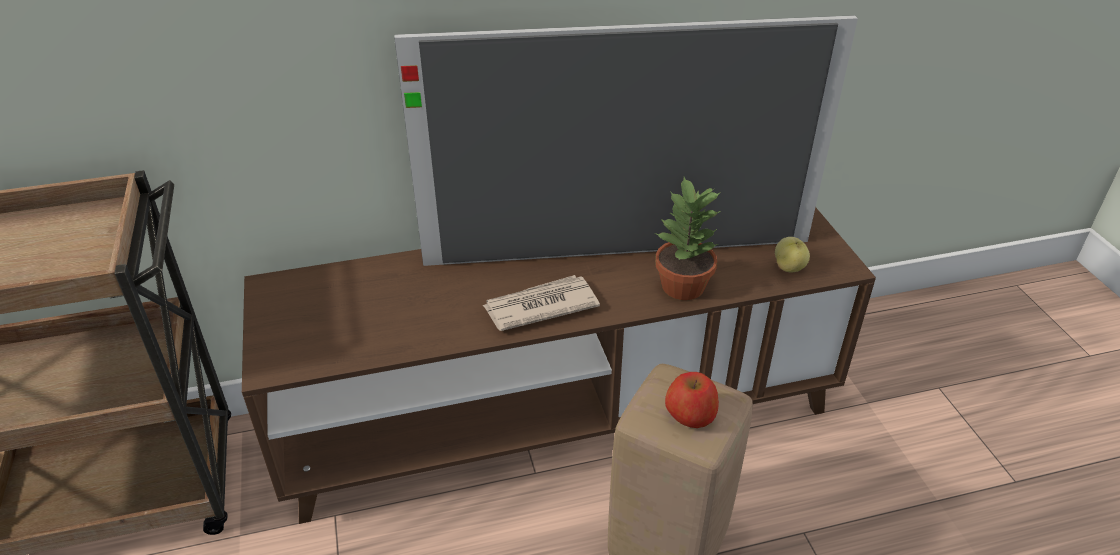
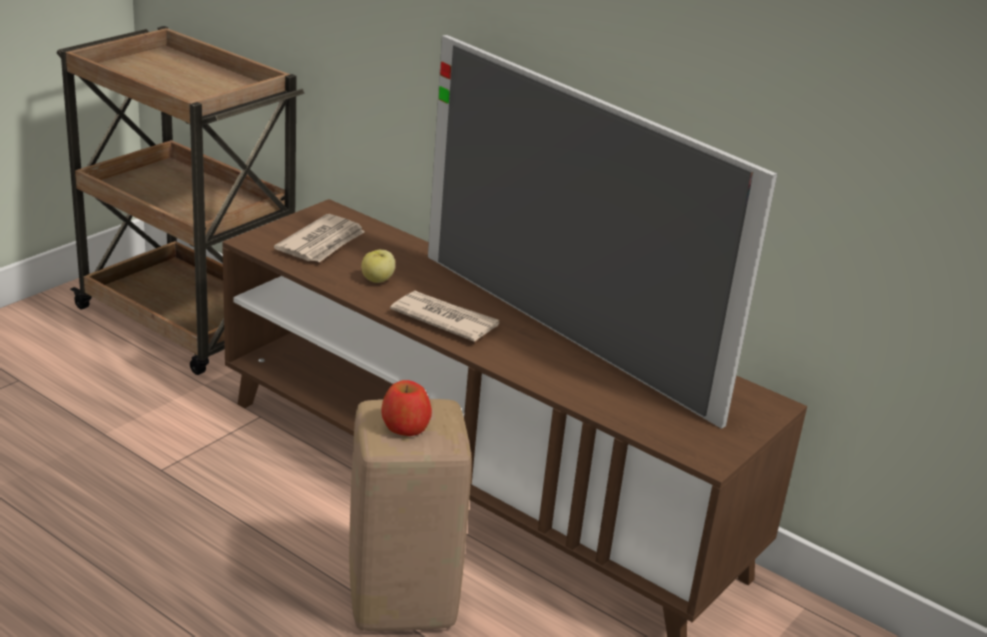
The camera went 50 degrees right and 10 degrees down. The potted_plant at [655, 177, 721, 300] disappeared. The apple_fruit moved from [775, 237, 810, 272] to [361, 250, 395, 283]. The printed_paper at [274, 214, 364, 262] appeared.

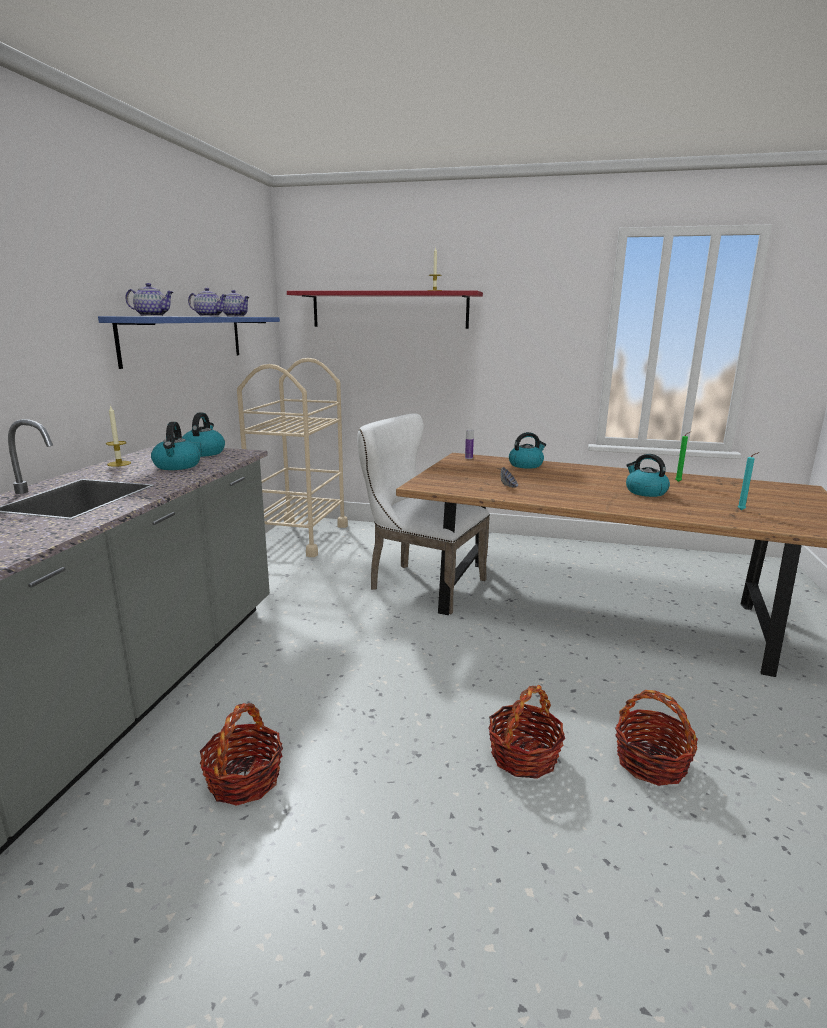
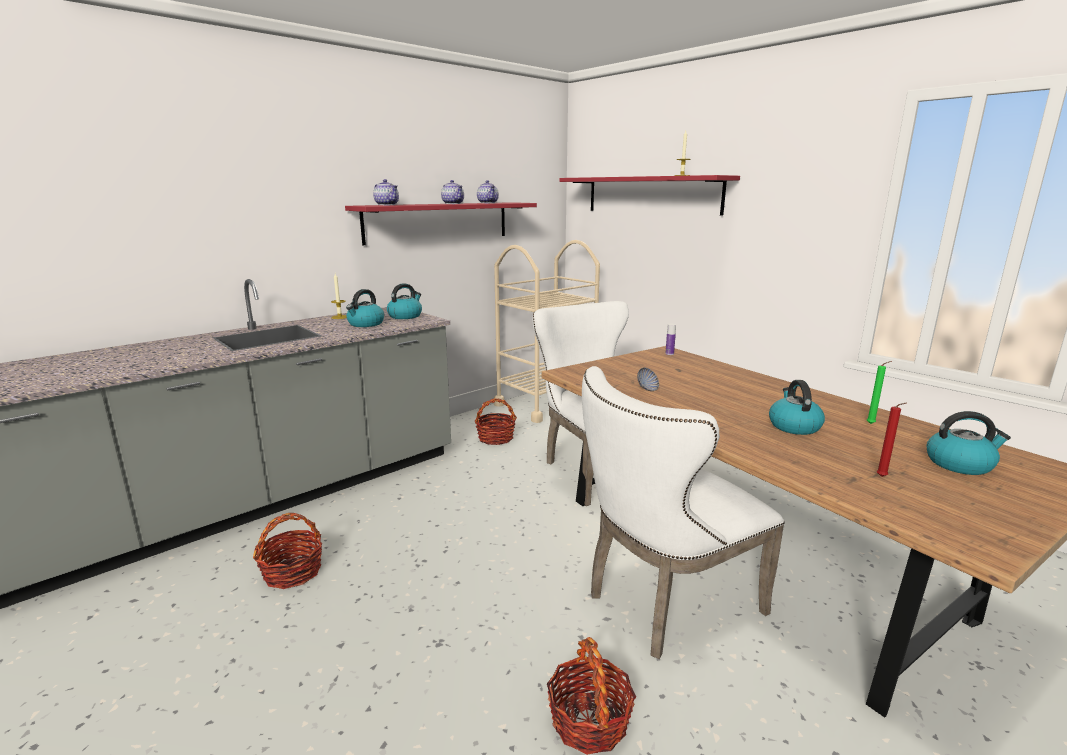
The camera went 35 degrees right and 0 degrees up. The blue-coloured_shelf at [98, 316, 280, 369] became the red_shelf at [345, 202, 537, 245]. The basket moved from [488, 685, 565, 779] to [475, 398, 517, 445]. The water_kettle moved from [509, 432, 546, 469] to [927, 411, 1011, 475]. The turquoise-coloured_candle at [738, 452, 760, 510] became the red_candle at [876, 403, 906, 477]. The whitish_plain_chair at [582, 366, 785, 659] appeared.

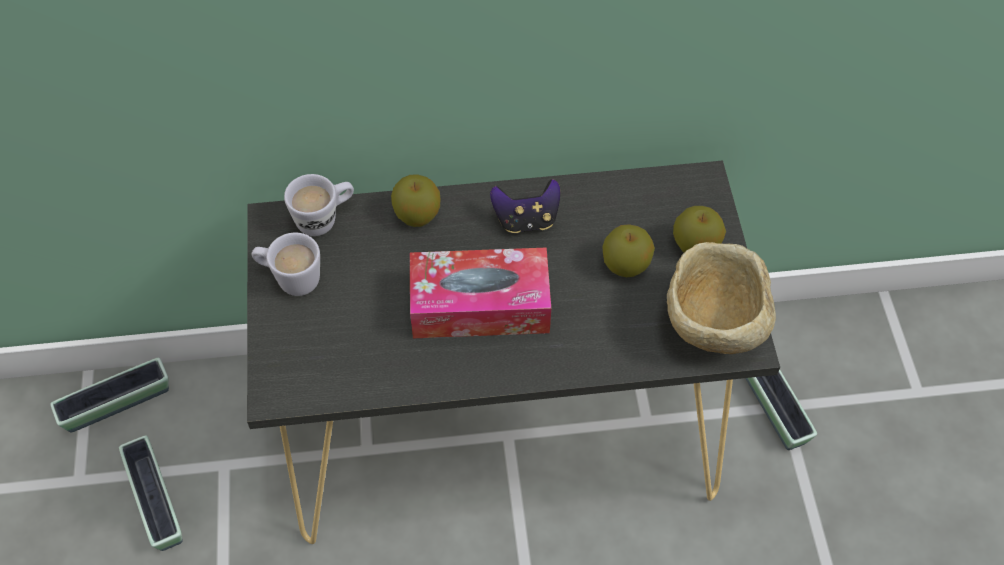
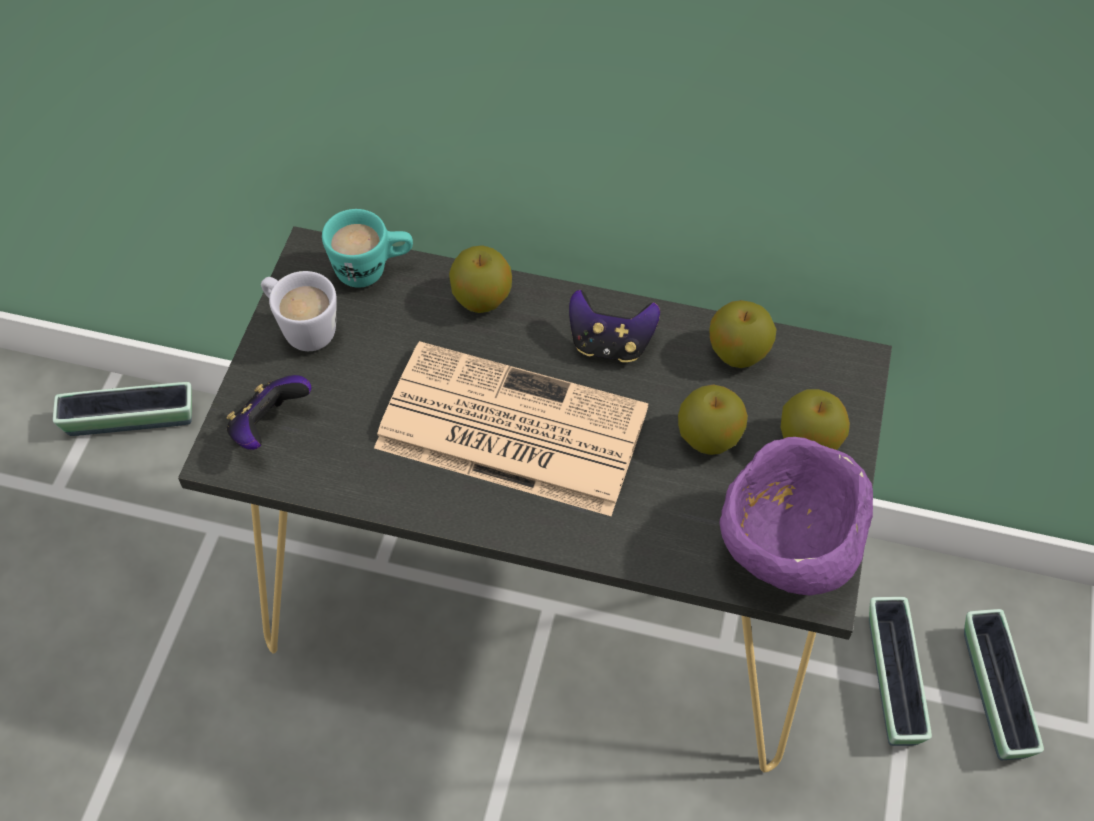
The camera went 20 degrees right and 0 degrees up. The flower_pot moved from [119, 435, 182, 551] to [964, 609, 1044, 760]. The whitish_mug at [284, 174, 354, 236] became the turquoise-coloured_mug at [322, 209, 413, 288]. The tissue_holder at [410, 247, 551, 338] was replaced by the printed_paper at [374, 341, 648, 516]. The beige_deep_dish at [667, 242, 776, 354] became the purple_deep_dish at [719, 437, 873, 596]. The joypad at [226, 375, 311, 450] appeared. The apple_fruit at [709, 300, 777, 368] appeared.

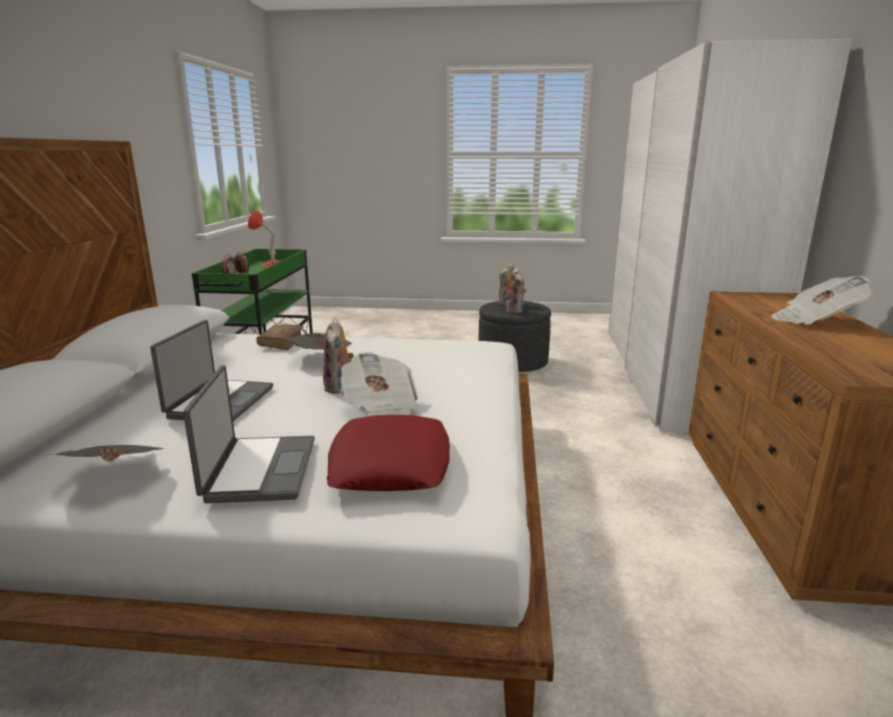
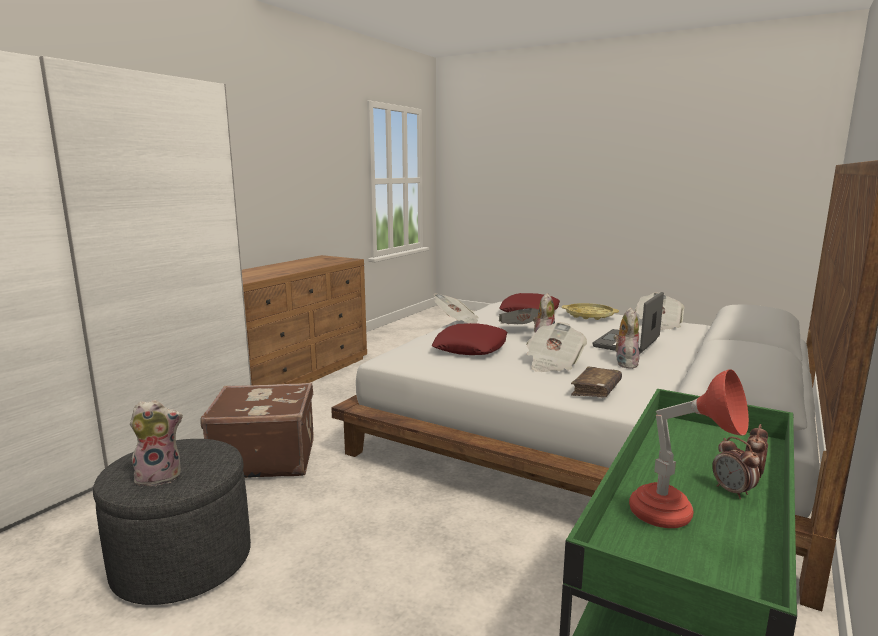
The camera went 155 degrees left and 5 degrees down. The notebook_computer at [183, 365, 315, 503] was replaced by the yellow_serving_tray at [562, 303, 619, 320]. The cuddly_toy moved from [506, 268, 526, 314] to [614, 307, 639, 369]. The printed_paper moved from [771, 276, 873, 325] to [434, 294, 478, 323]. The brown-coloured_suitcase at [200, 382, 313, 478] appeared. The red_cushion at [432, 323, 507, 355] appeared.

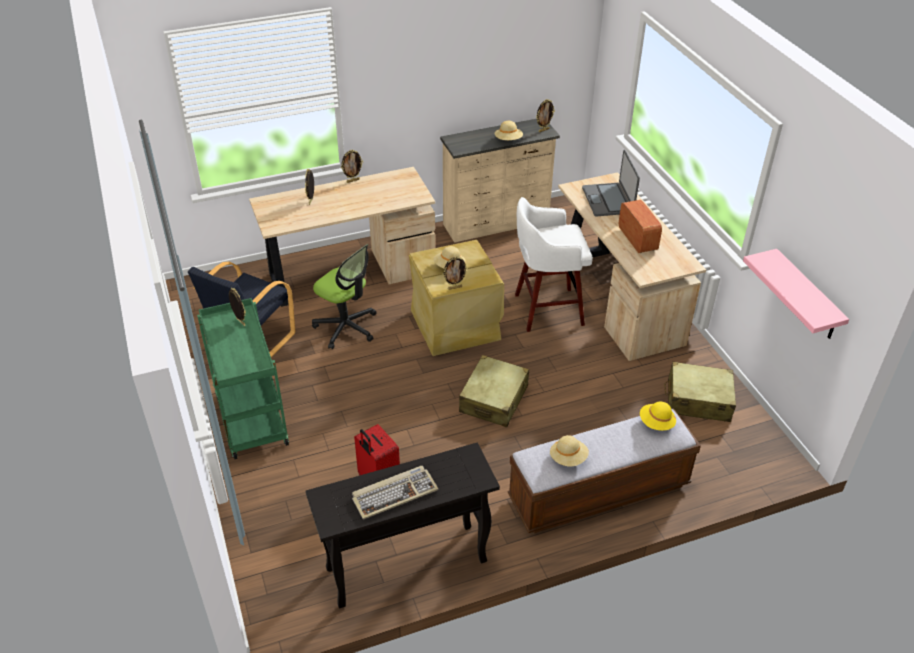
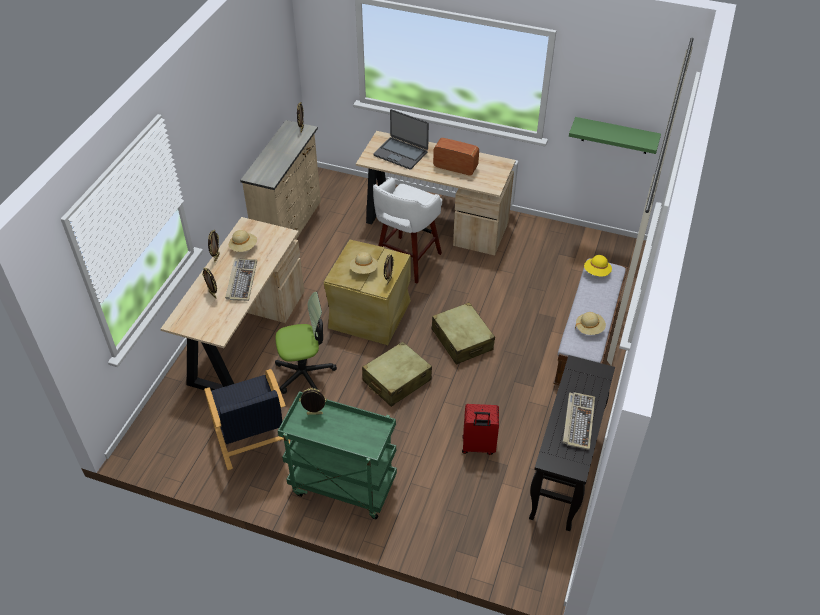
The camera went 50 degrees left and 5 degrees up. The beige_hat moved from [495, 121, 523, 140] to [229, 230, 257, 252]. The beige_suitcase moved from [664, 362, 736, 422] to [362, 341, 432, 407]. The pink_shelf at [743, 249, 849, 339] became the green_shelf at [569, 117, 661, 154]. The PC_keyboard at [225, 259, 257, 301] appeared.

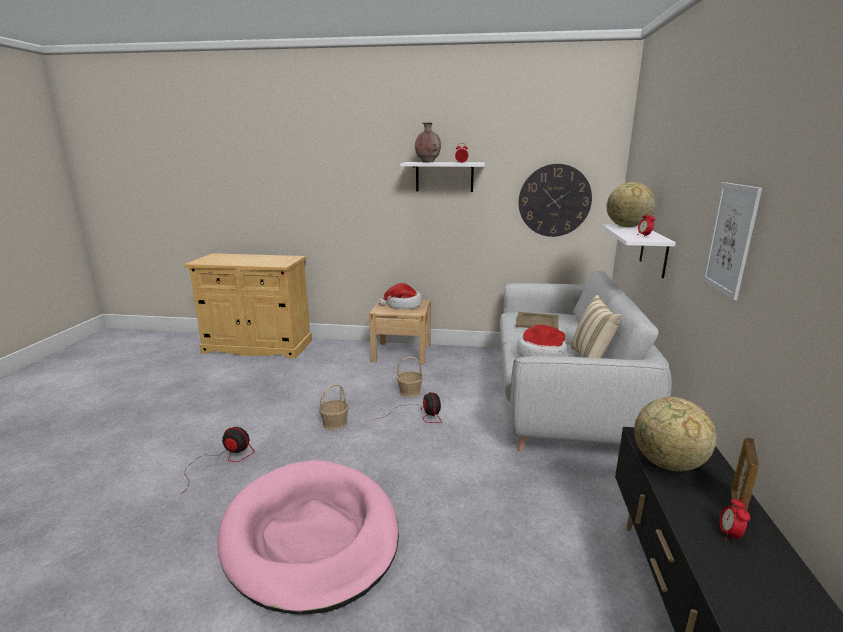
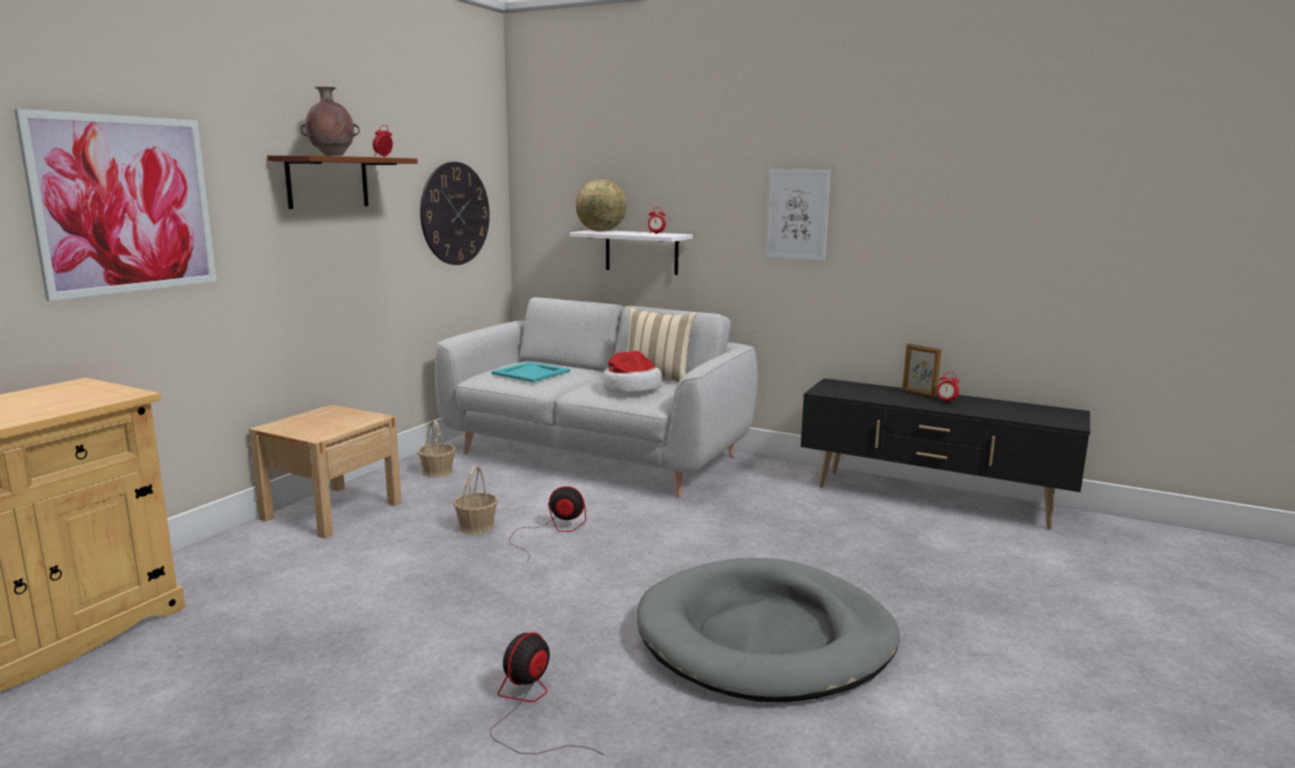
The camera went 70 degrees left and 5 degrees down. The pink_dog_bed at [217, 460, 399, 614] became the grey_dog_bed at [637, 558, 900, 702]. The basket moved from [319, 384, 349, 431] to [418, 420, 456, 478]. The hat at [379, 283, 422, 309] disappeared. The whitish_shelf at [400, 162, 485, 192] became the brown-coloured_shelf at [267, 155, 418, 209]. The beige_serving_tray at [516, 312, 558, 329] became the turquoise-coloured_serving_tray at [491, 362, 570, 382]. The world_globe at [634, 397, 717, 471] disappeared. The picture at [14, 109, 216, 301] appeared.

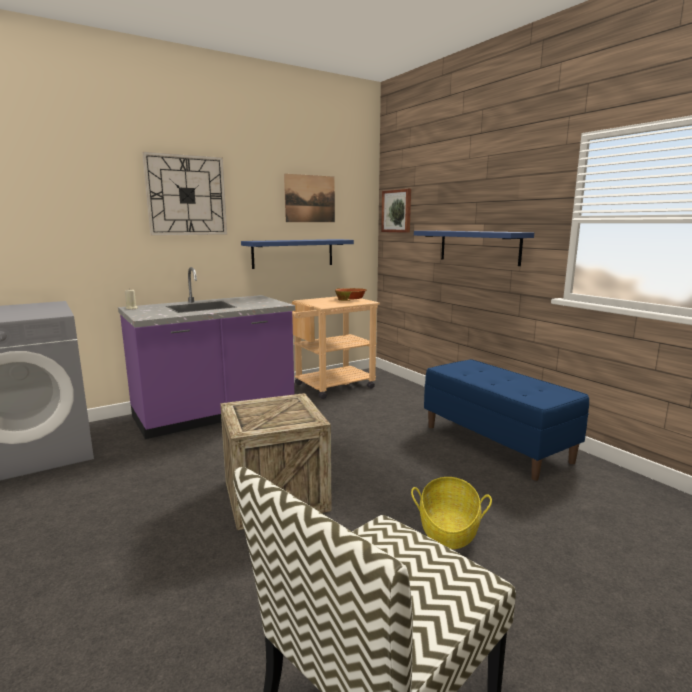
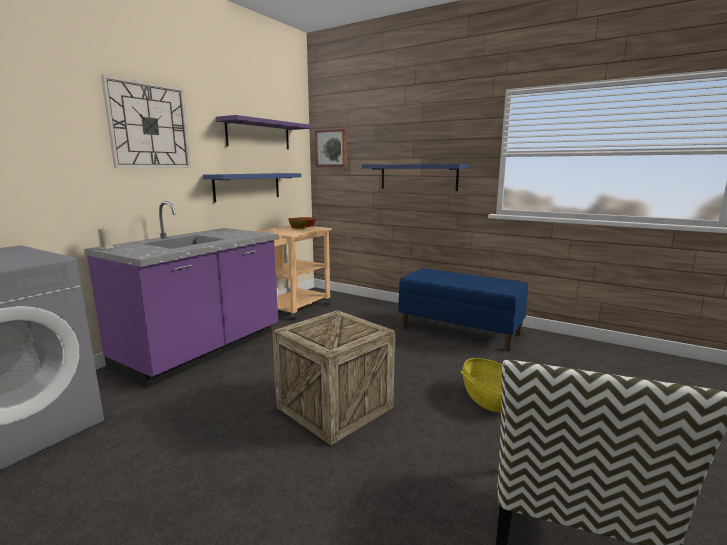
The camera went 25 degrees left and 0 degrees up. The picture at [284, 174, 335, 222] was replaced by the purple_shelf at [216, 115, 312, 150].

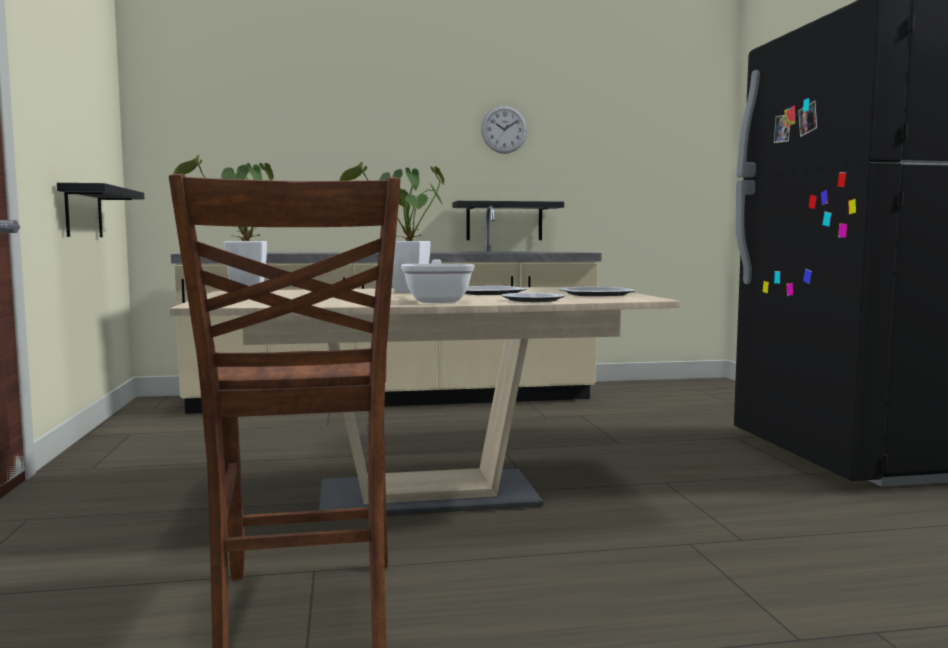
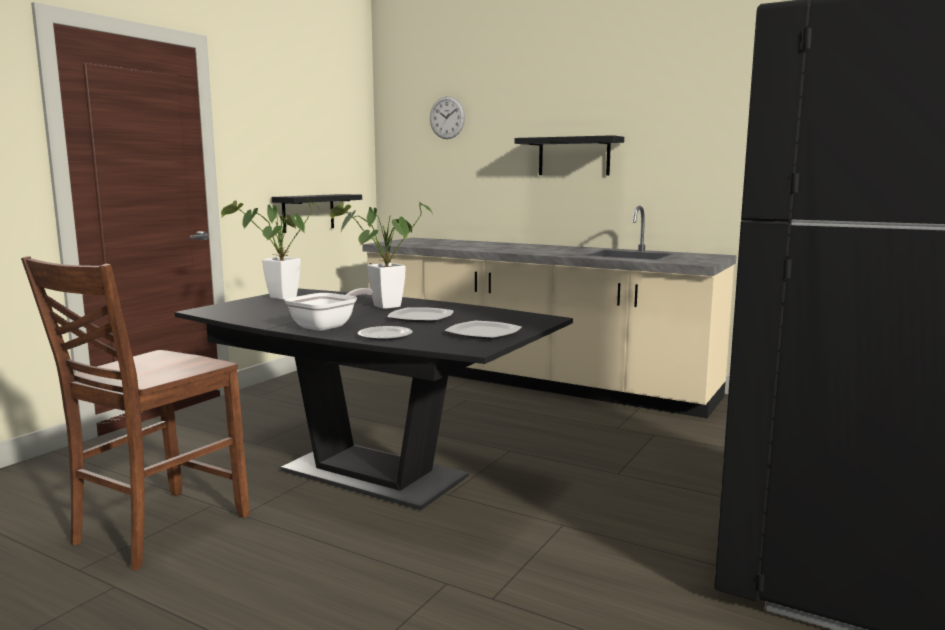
The camera went 40 degrees right and 5 degrees up. The beige_kitchen_table at [169, 287, 680, 516] became the black_kitchen_table at [175, 288, 573, 510]. The black_shelf moved from [453, 201, 564, 240] to [515, 135, 624, 175]. The hanging_clock moved from [481, 105, 527, 154] to [430, 96, 465, 139].

